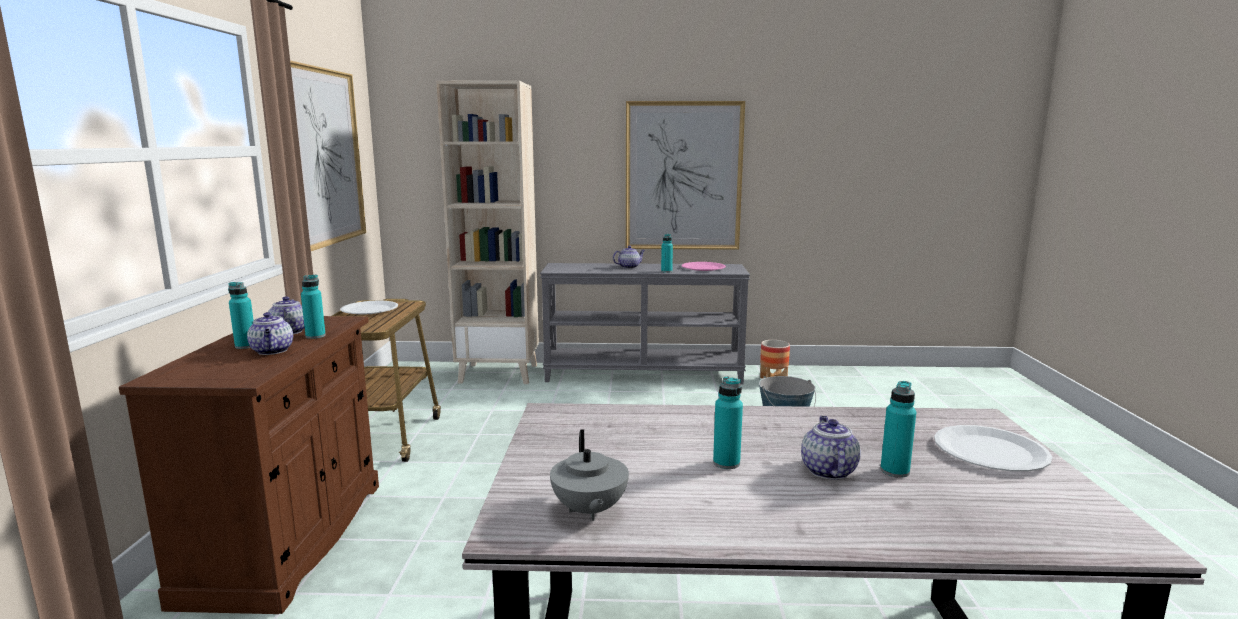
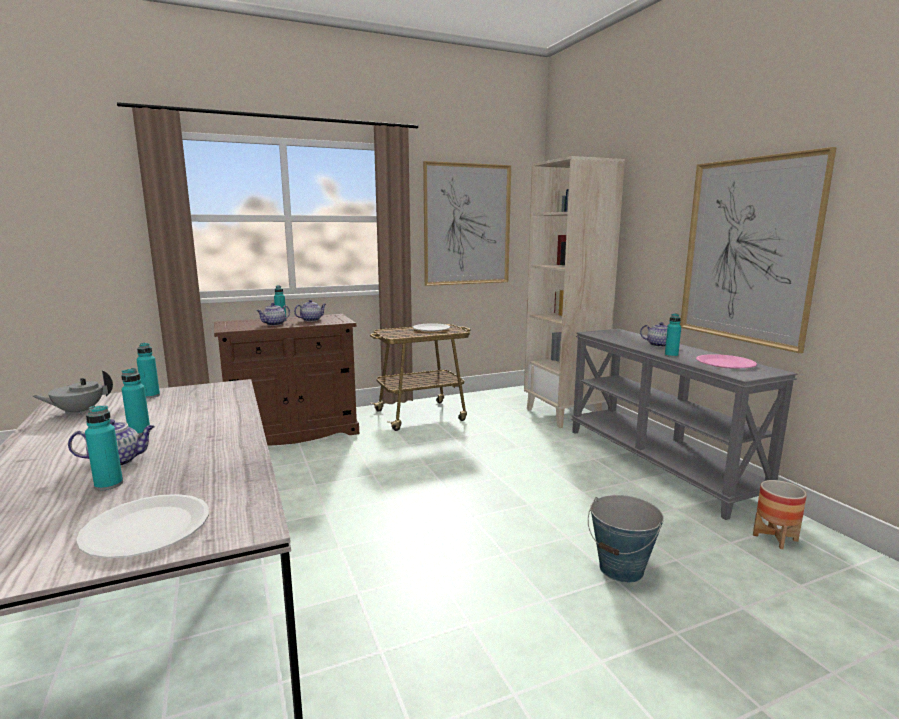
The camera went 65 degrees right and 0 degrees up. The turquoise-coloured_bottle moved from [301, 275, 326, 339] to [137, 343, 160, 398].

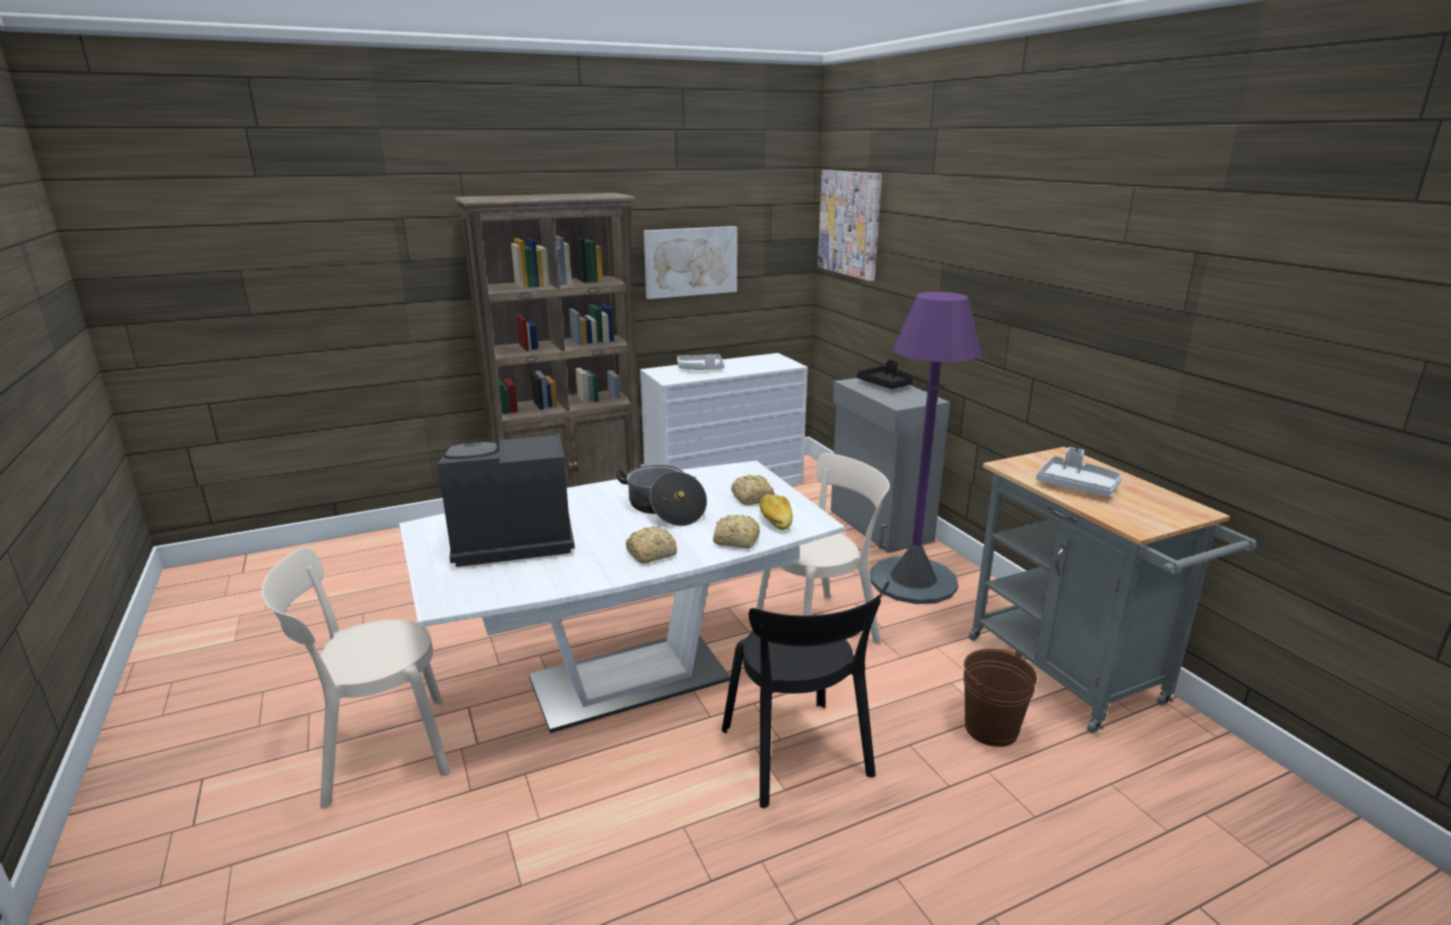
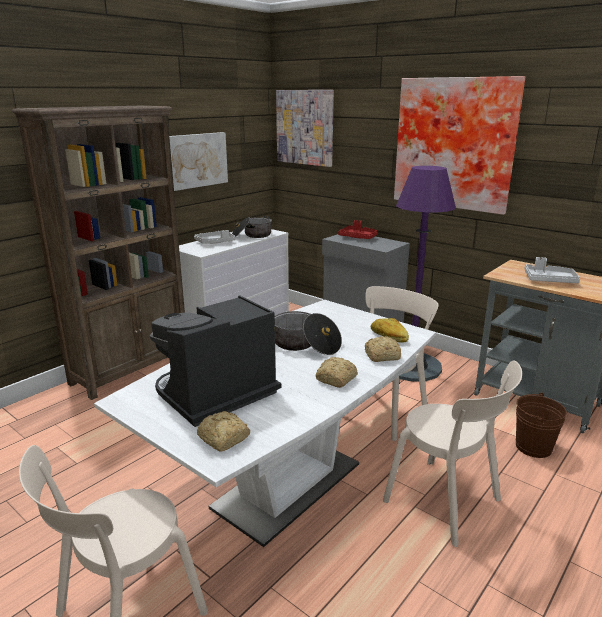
The camera went 25 degrees left and 0 degrees up. The black_plain_chair at [722, 581, 889, 808] became the beige_plain_chair at [383, 360, 522, 547]. The bakery_bread moved from [731, 475, 775, 505] to [197, 411, 250, 452]. The black_serving_tray at [857, 360, 913, 389] became the red_serving_tray at [338, 220, 378, 239]. The cooking_pot at [232, 216, 272, 238] appeared. The picture at [394, 76, 525, 215] appeared.

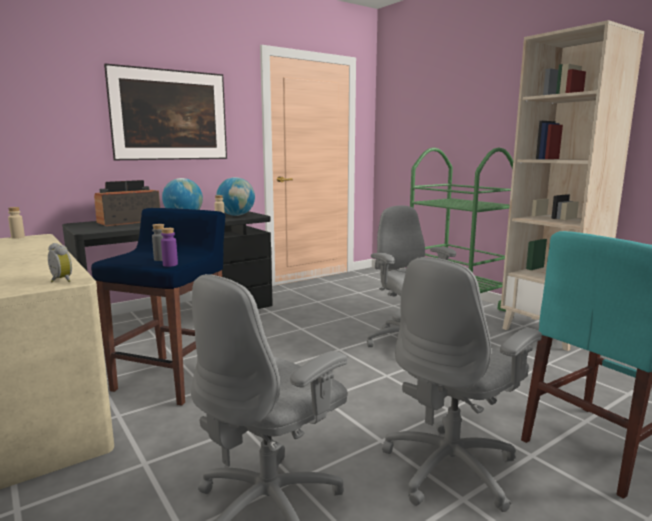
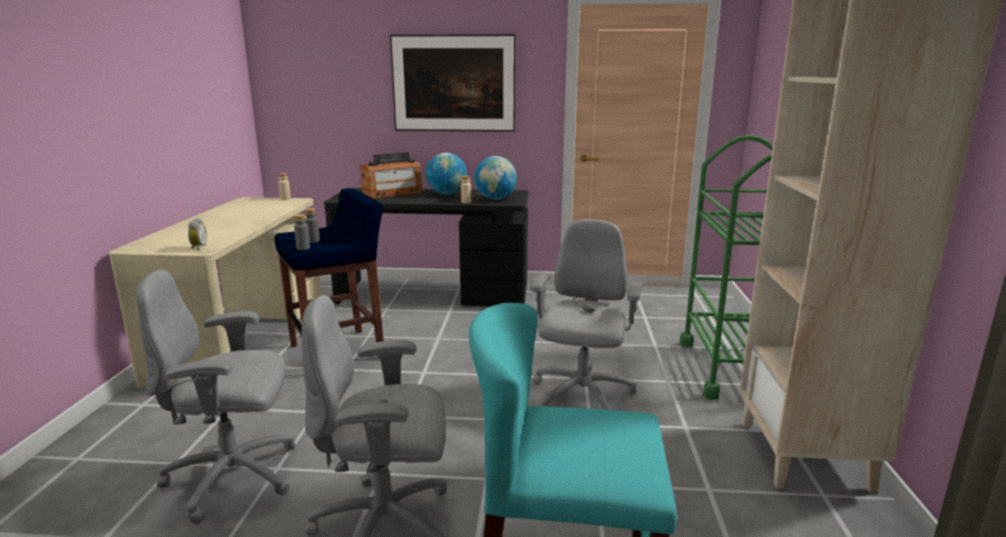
The camera went 40 degrees right and 5 degrees up. The radio at [94, 180, 160, 226] turned 150 degrees clockwise. The purple_bottle at [161, 228, 178, 267] became the grey_bottle at [294, 214, 310, 250].

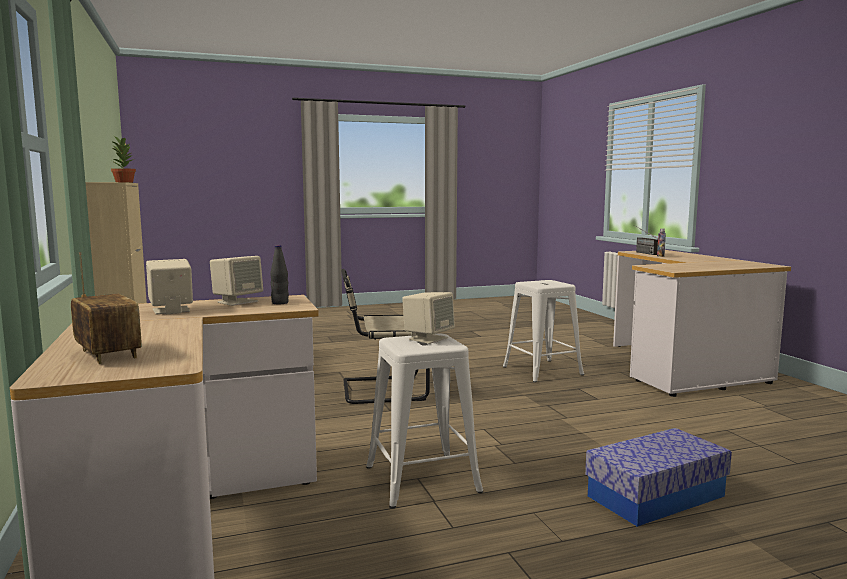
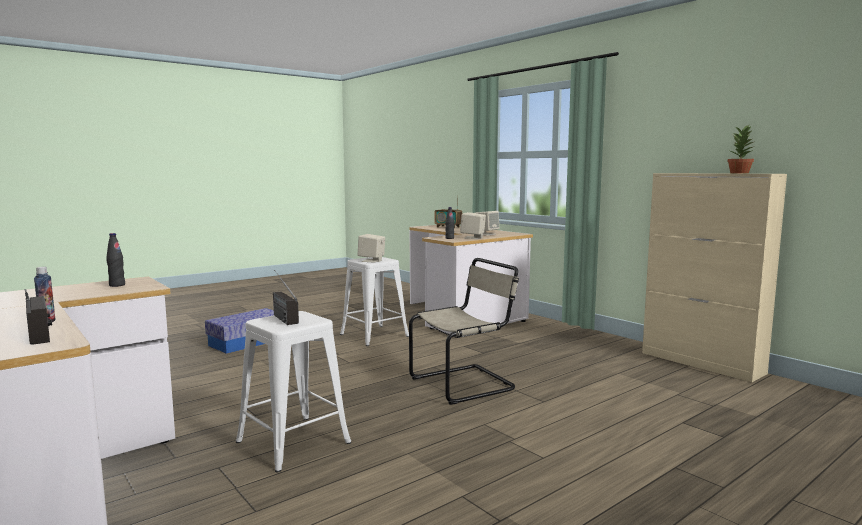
The camera went 160 degrees right and 0 degrees up. The black_bottle at [106, 233, 125, 287] appeared. The radio at [273, 270, 299, 325] appeared.

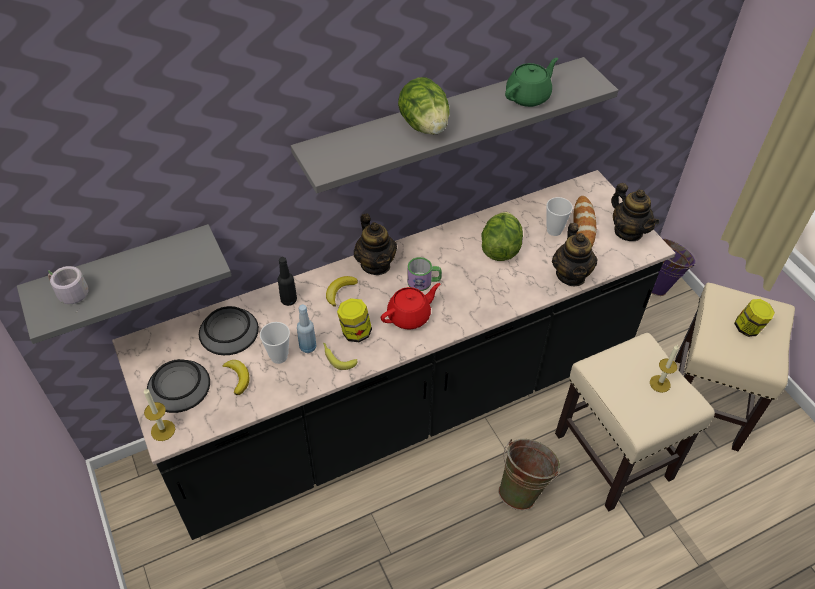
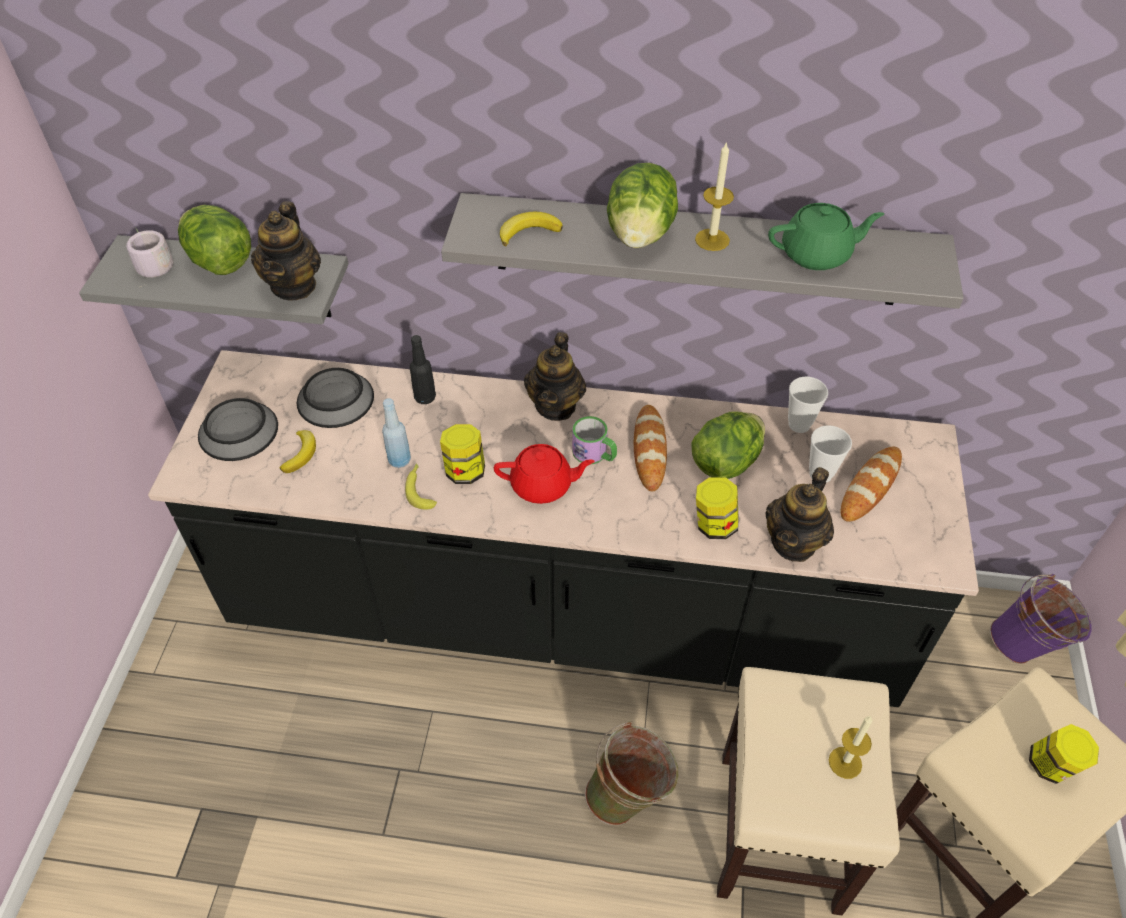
The camera went 35 degrees right and 0 degrees up. The candle moved from [144, 388, 175, 441] to [695, 141, 734, 251]. The cup moved from [260, 322, 290, 364] to [788, 377, 828, 433]. The banana moved from [326, 276, 358, 307] to [500, 212, 563, 247]. The tea_pot moved from [611, 183, 659, 241] to [251, 202, 321, 300]. The head_of_lettuce at [178, 205, 251, 275] appeared. The bakery_bread at [634, 405, 667, 491] appeared. The preserve_jar at [696, 477, 739, 539] appeared.

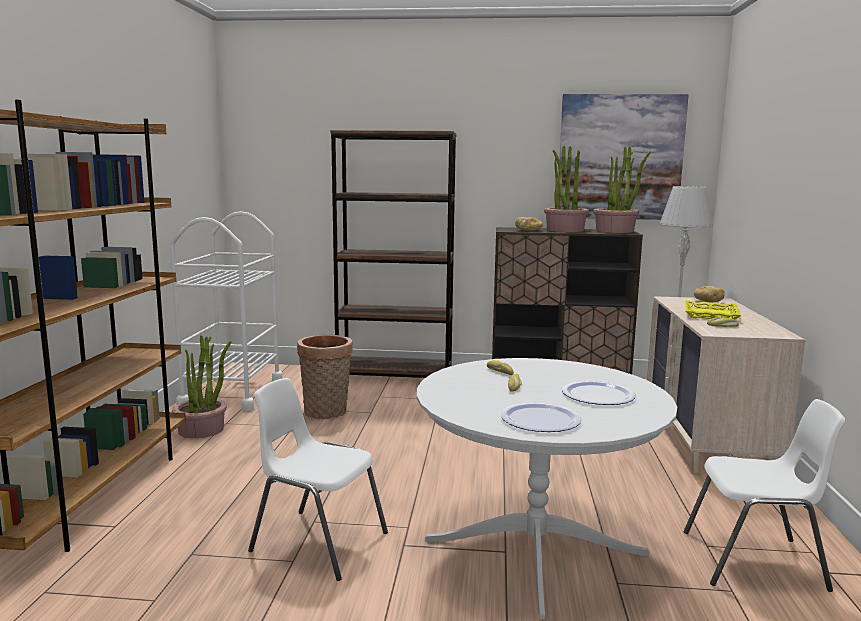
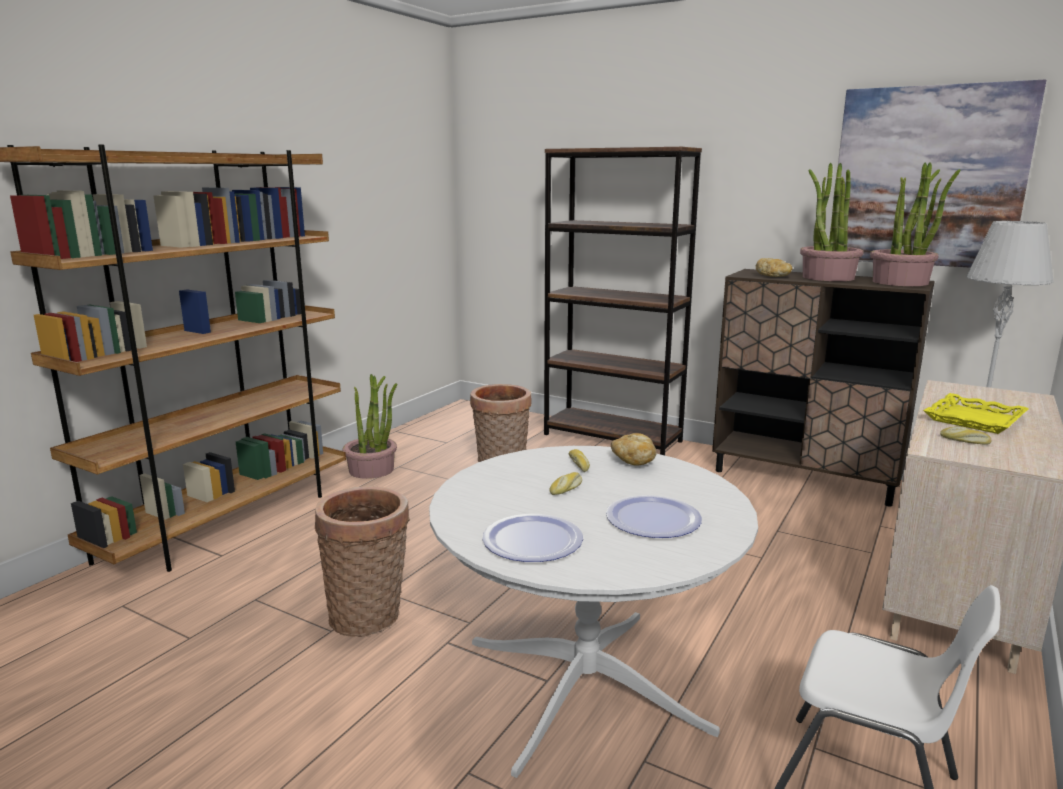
The camera went 25 degrees right and 5 degrees up. The whitish_trolley at [170, 211, 283, 411] disappeared. The whitish_plain_chair at [248, 378, 388, 581] was replaced by the basket at [315, 486, 410, 637]. The bakery_bread moved from [694, 286, 725, 302] to [611, 433, 656, 466].

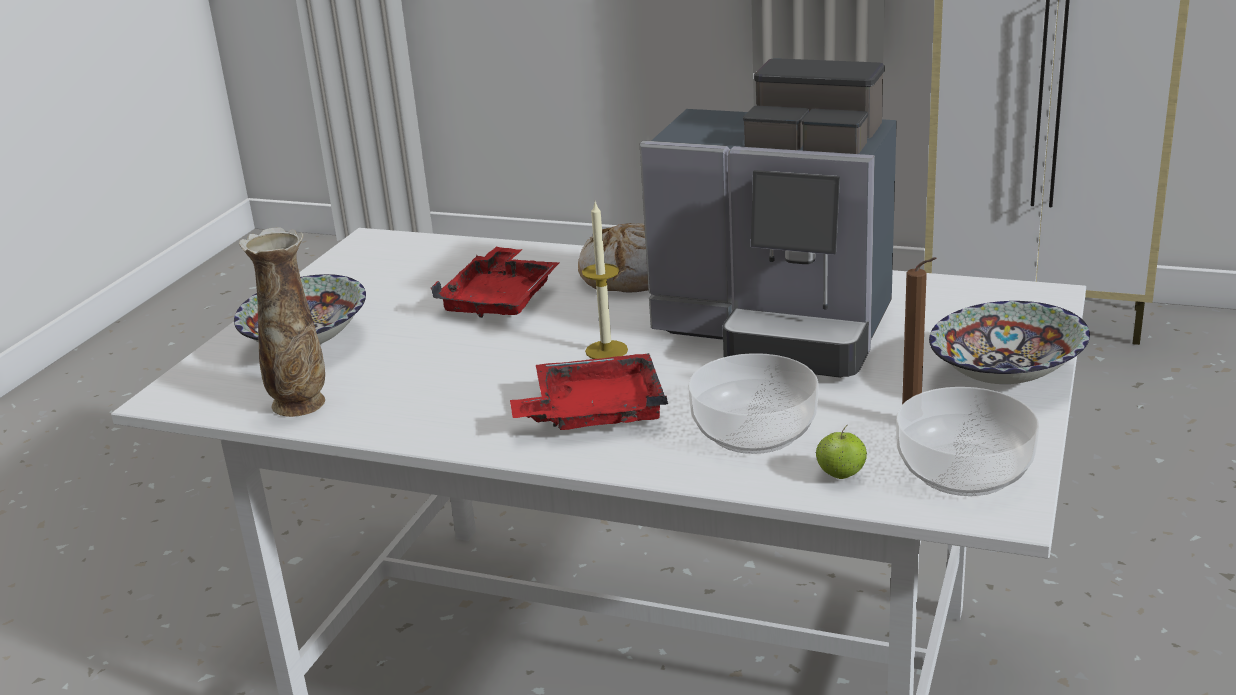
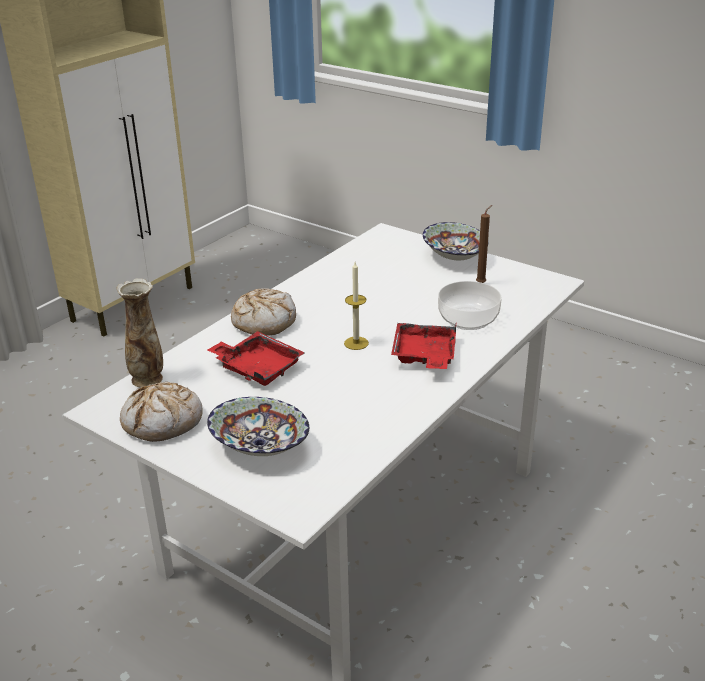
The camera went 75 degrees left and 5 degrees up. The decorative_vase moved from [239, 227, 325, 417] to [116, 278, 163, 388]. The coffee_brewer at [640, 58, 897, 378] disappeared. The apple_fruit at [815, 425, 867, 479] disappeared. The deep_dish at [896, 387, 1039, 496] disappeared. The bakery_bread at [120, 382, 203, 442] appeared.

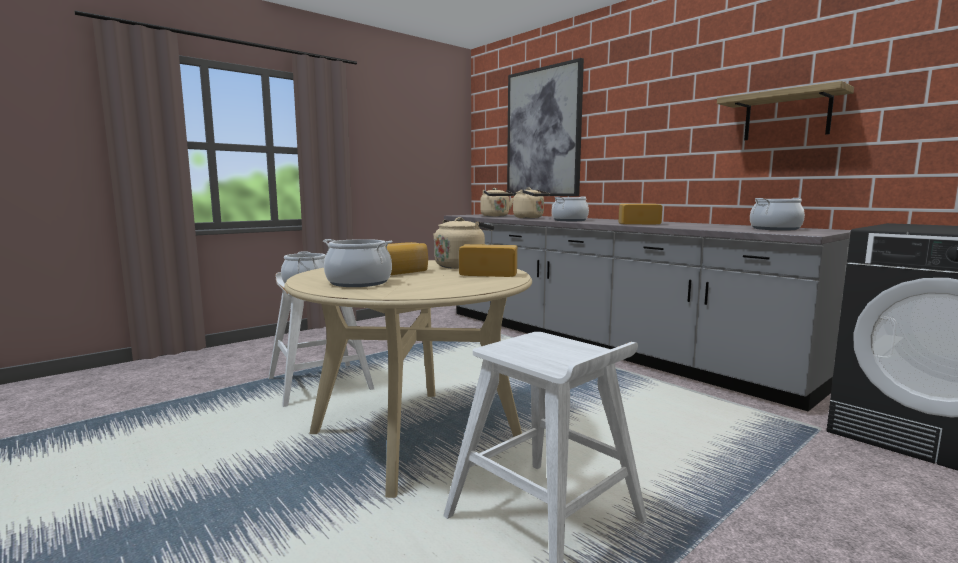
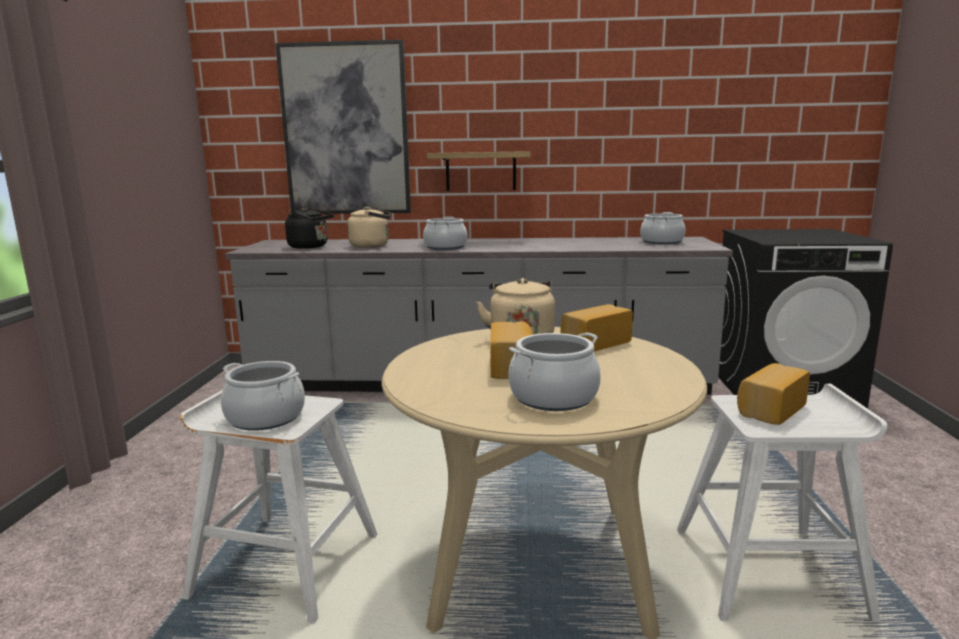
The camera went 45 degrees left and 5 degrees up. The beige_water_kettle at [480, 188, 514, 217] became the black_water_kettle at [285, 208, 334, 249]. The bakery_bread moved from [619, 204, 662, 224] to [737, 363, 810, 425]. The shelf moved from [717, 81, 854, 140] to [427, 151, 531, 191].

